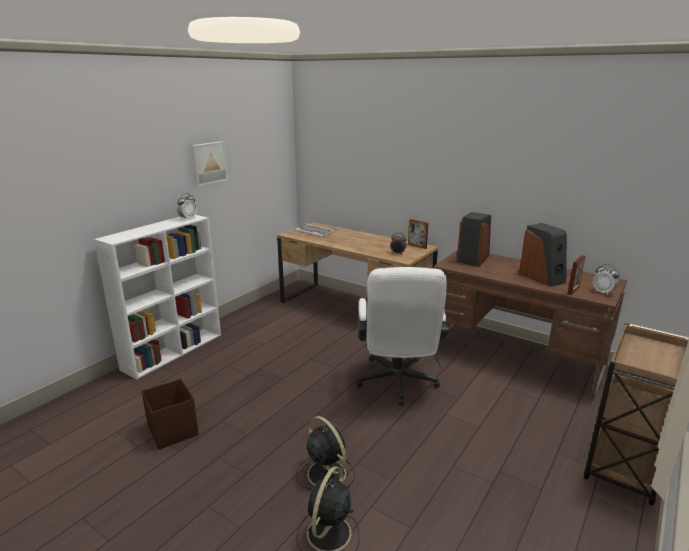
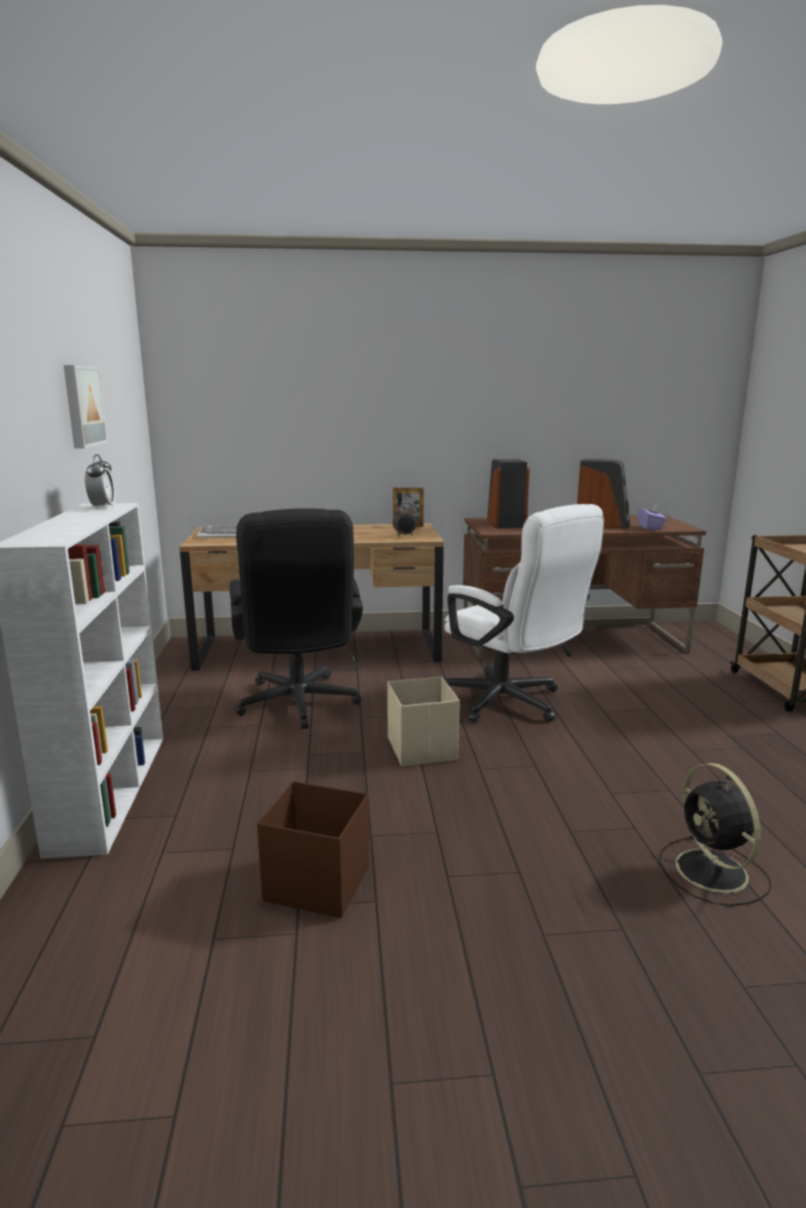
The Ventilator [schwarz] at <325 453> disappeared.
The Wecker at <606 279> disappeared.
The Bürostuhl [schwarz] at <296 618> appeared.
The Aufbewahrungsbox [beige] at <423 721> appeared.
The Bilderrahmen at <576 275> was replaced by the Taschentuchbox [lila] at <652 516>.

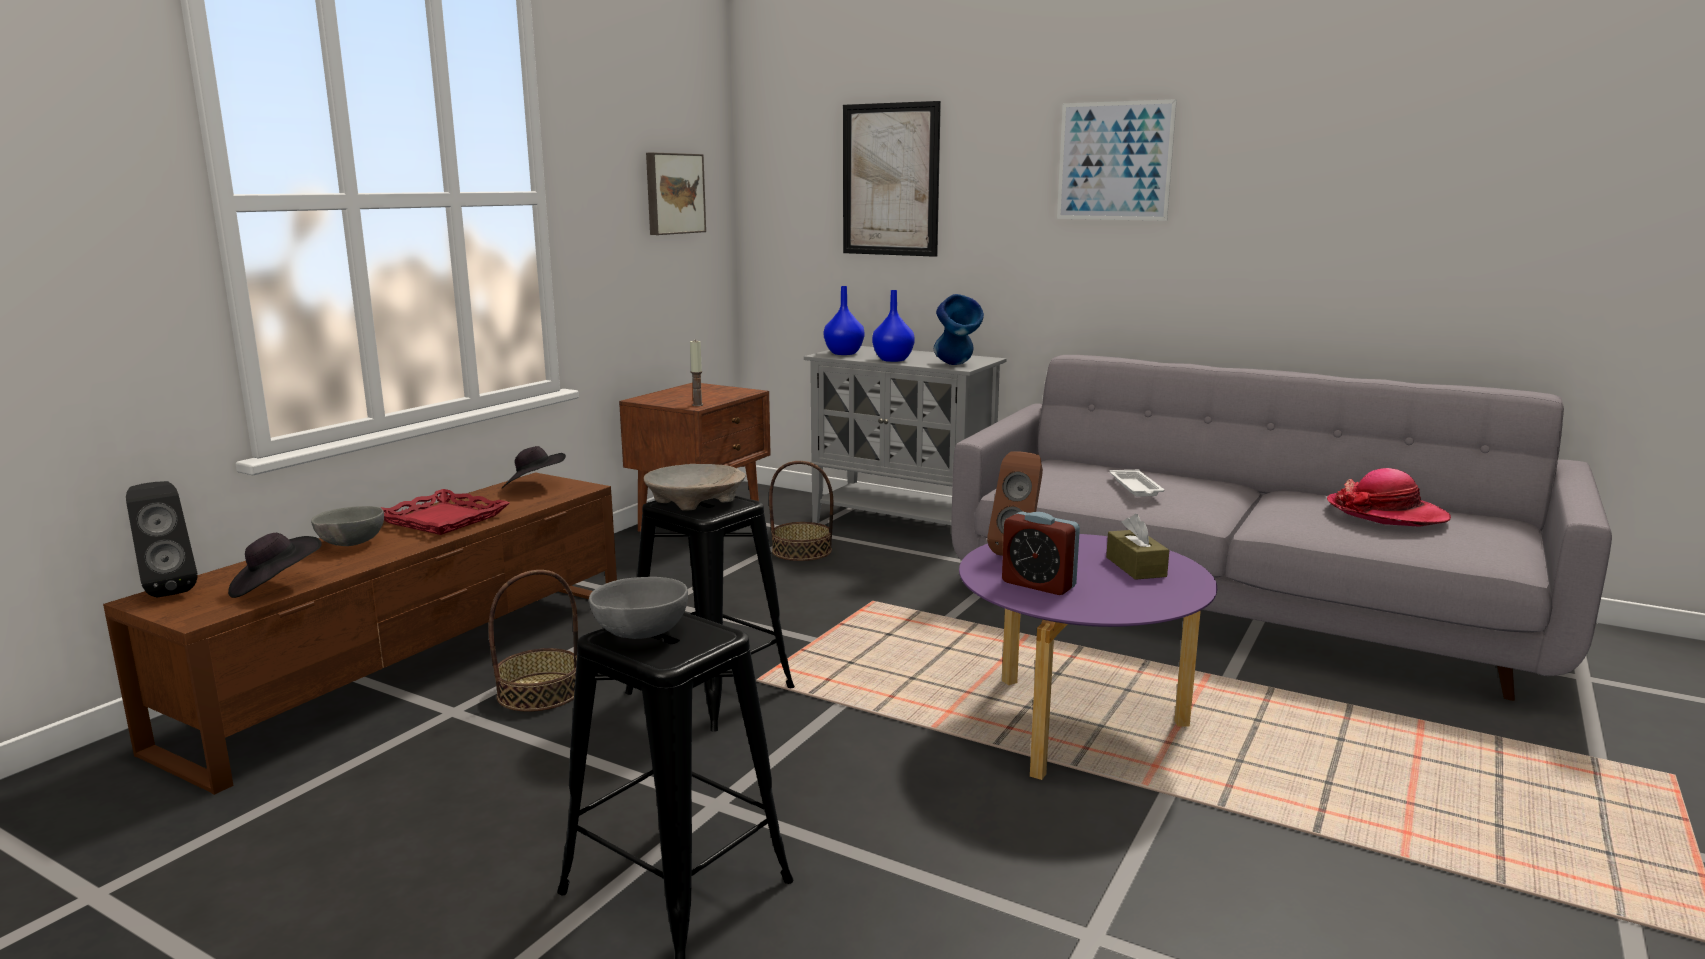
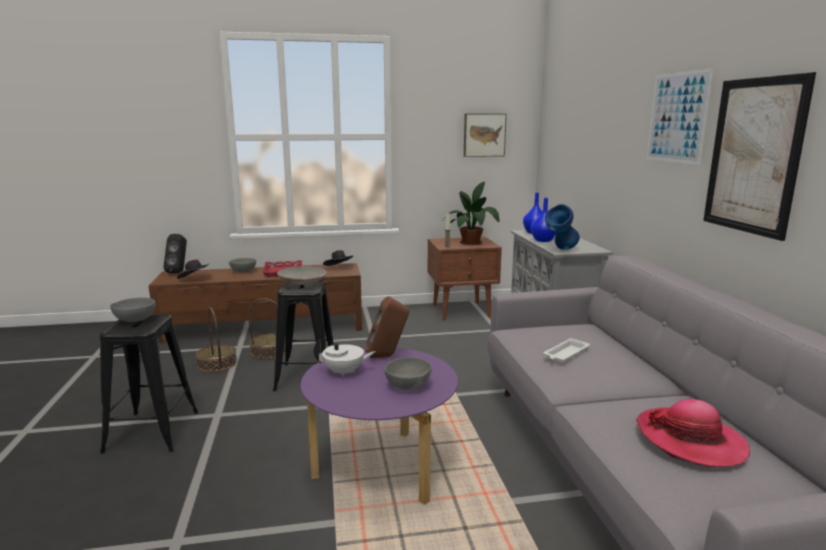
The Topfpflanze at <471 213> appeared.
The Korb moved from <801 511> to <216 339>.
The Bild moved from <892 179> to <759 156>.
The Wecker at <1041 553> was replaced by the Teekanne [weiß] at <345 358>.
The Taschentuchbox [braun] at <1137 547> was replaced by the Schüssel [grau] at <408 373>.

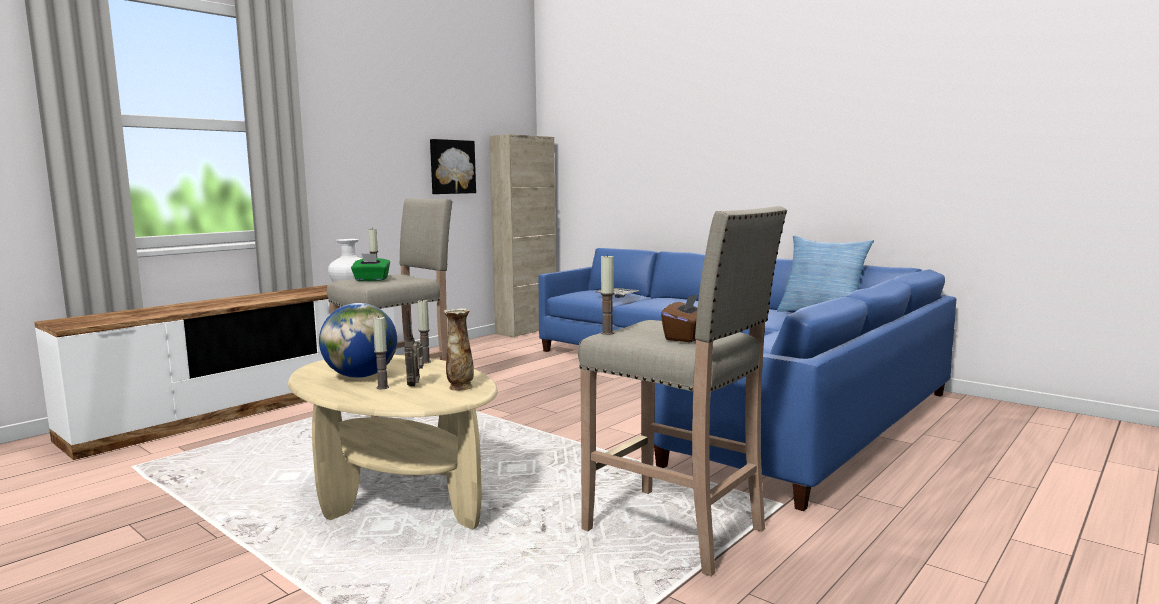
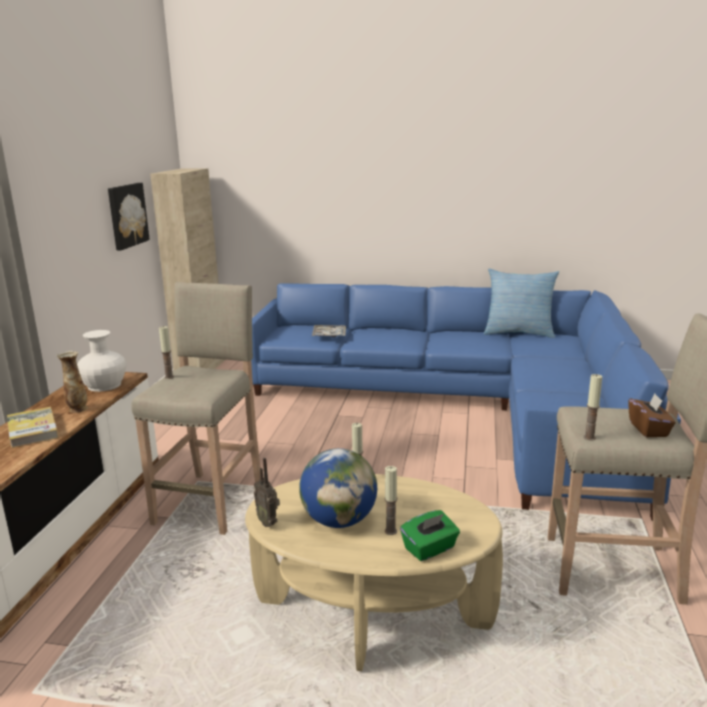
The Buch at <32 427> appeared.
The Taschentuchbox [grün] moved from <370 267> to <430 535>.
The Radio moved from <414 348> to <267 492>.
The Vase moved from <459 349> to <72 382>.

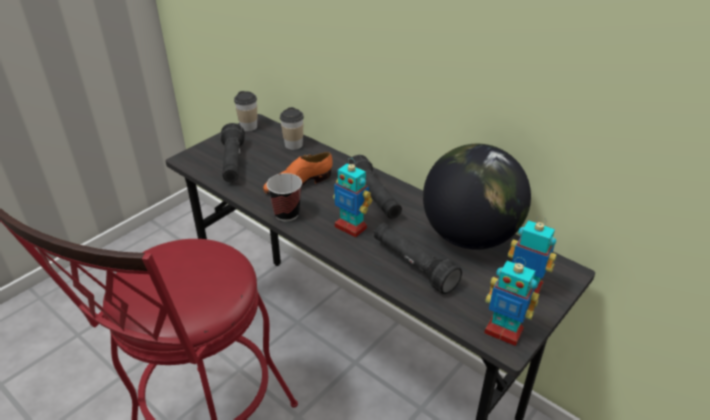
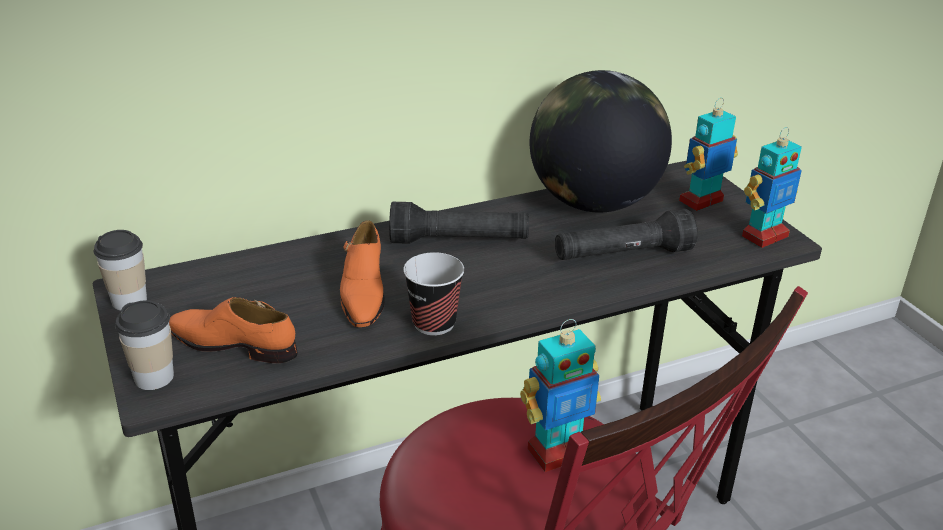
The Tasse moved from <292 128> to <144 345>.
The Spielzeugroboter moved from <352 198> to <560 395>.
The Taschenlampe [schwarz] at <233 152> was replaced by the Schuh [orange] at <233 330>.

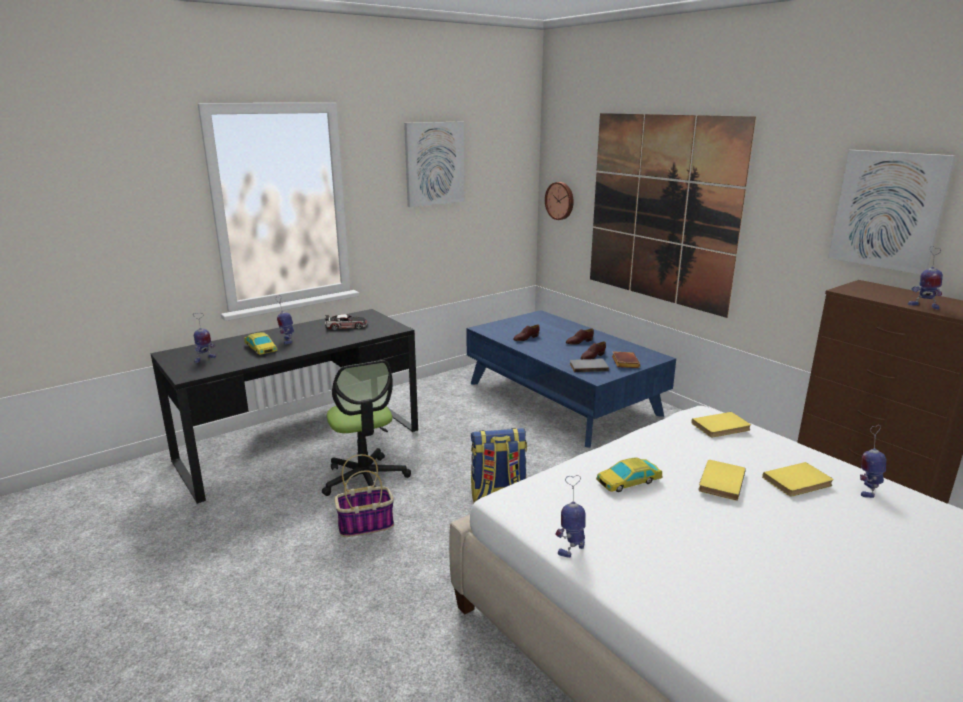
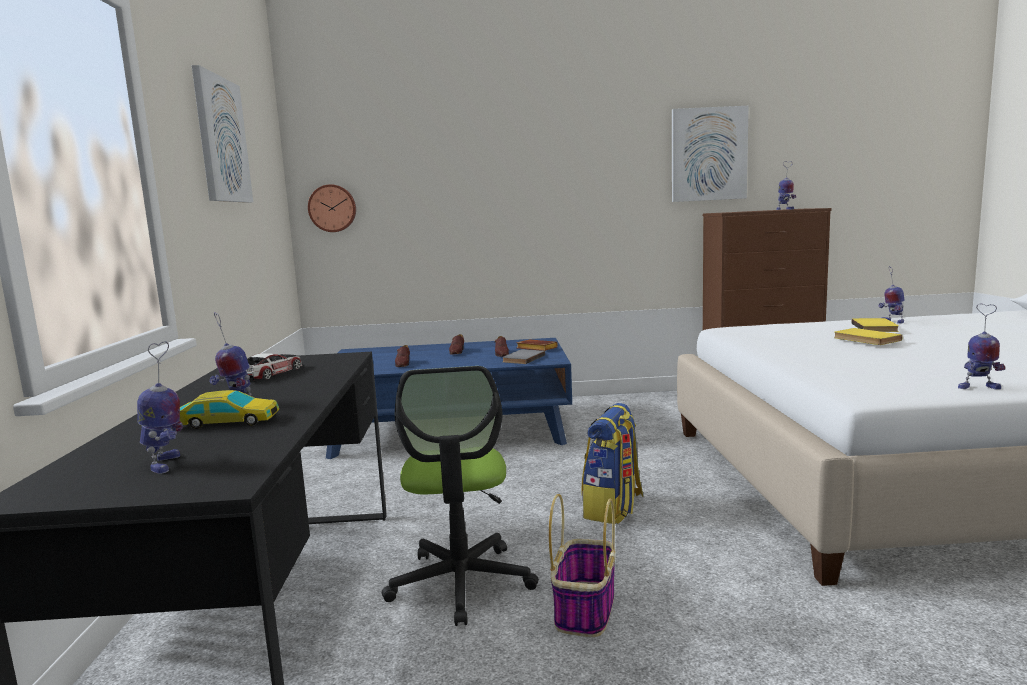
The Bild at <673 215> disappeared.
The Spielzeugauto at <629 474> disappeared.
The Buch [gelb] at <721 424> disappeared.
The Bürostuhl at <366 428> turned 75 degrees clockwise.
The Spielzeugroboter at <571 516> turned 75 degrees counterclockwise.

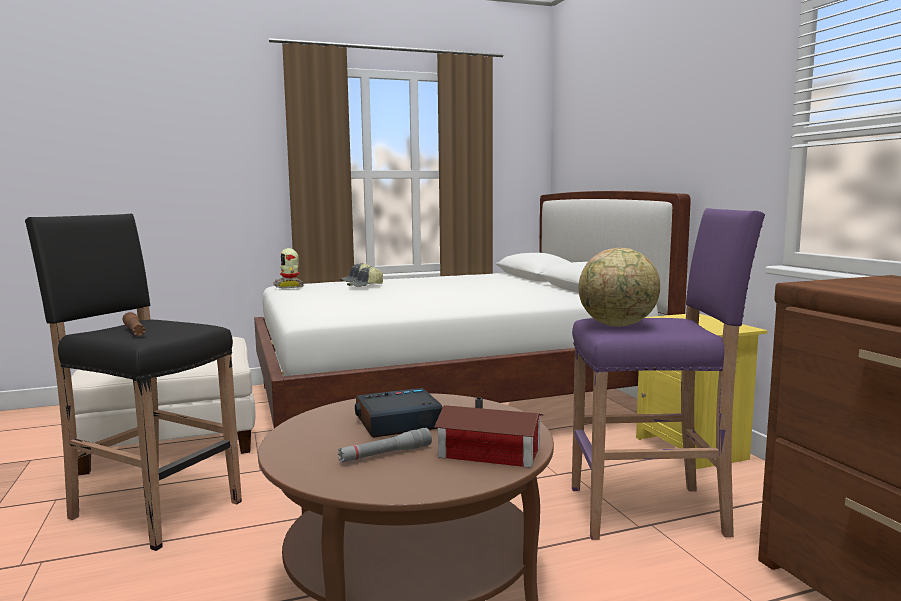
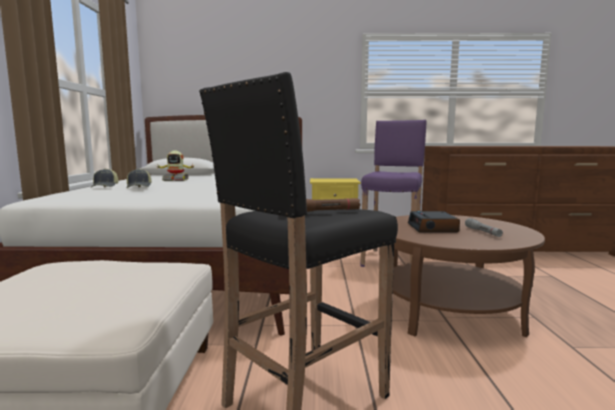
The Spielzeughaus at <488 432> disappeared.
The Globus at <619 287> disappeared.
The Spielzeugroboter moved from <288 268> to <175 165>.

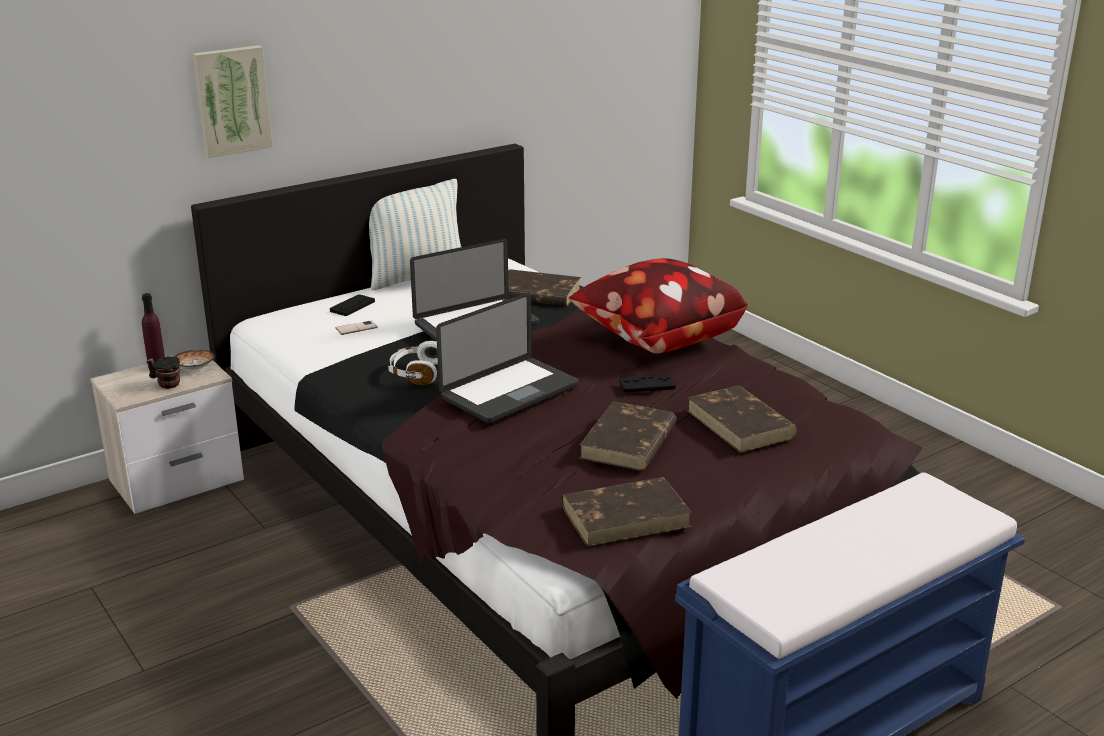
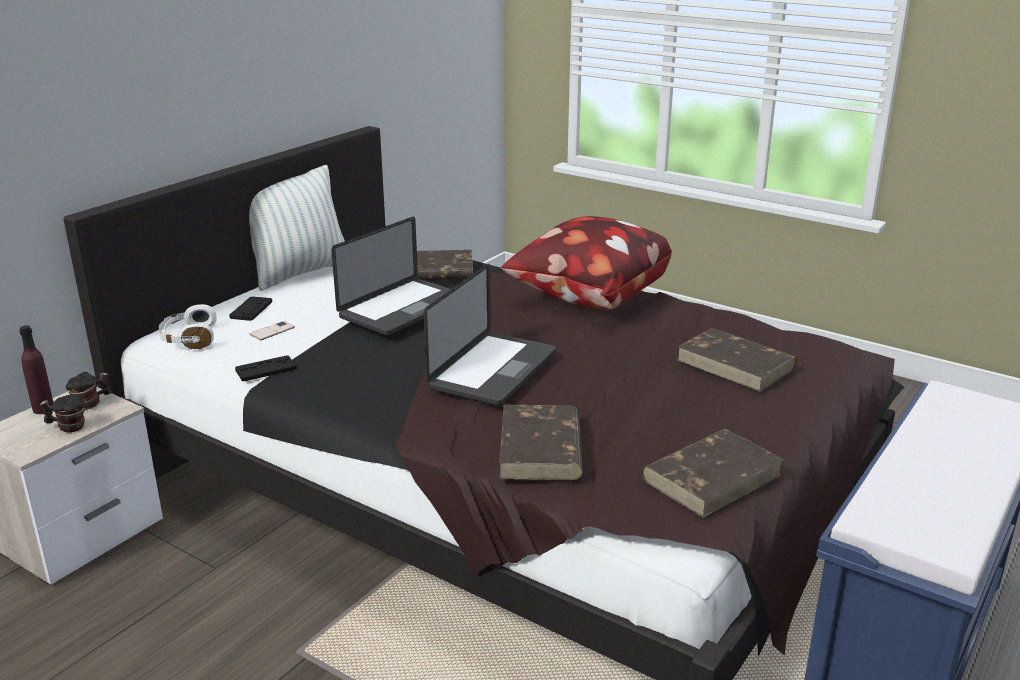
The Bild at <232 101> disappeared.
The Kopfhörer [weiß] moved from <413 362> to <188 326>.
The Buch [braun] moved from <628 436> to <541 442>.
The Gamepad [schwarz] moved from <647 383> to <265 368>.
The Schüssel at <194 359> was replaced by the Henkelbecher at <89 391>.

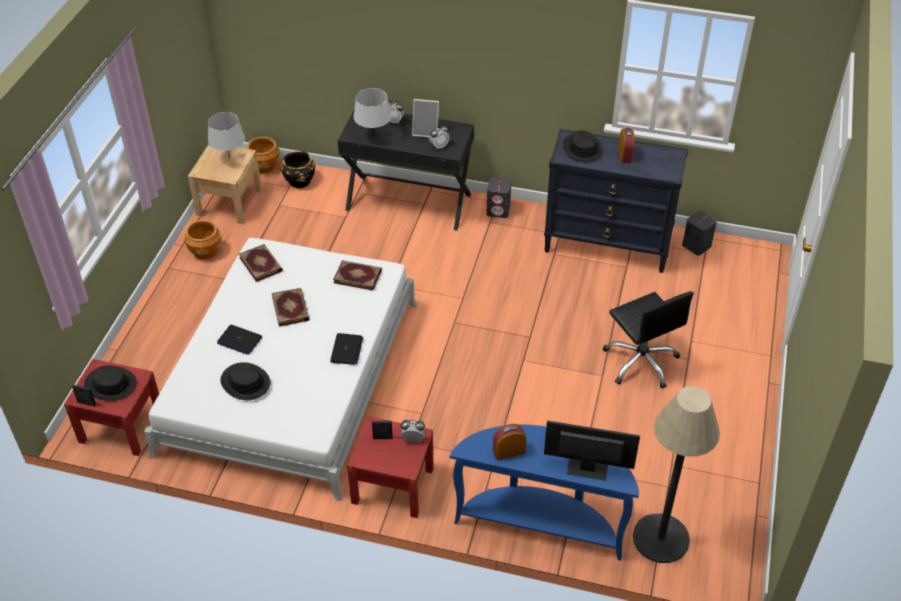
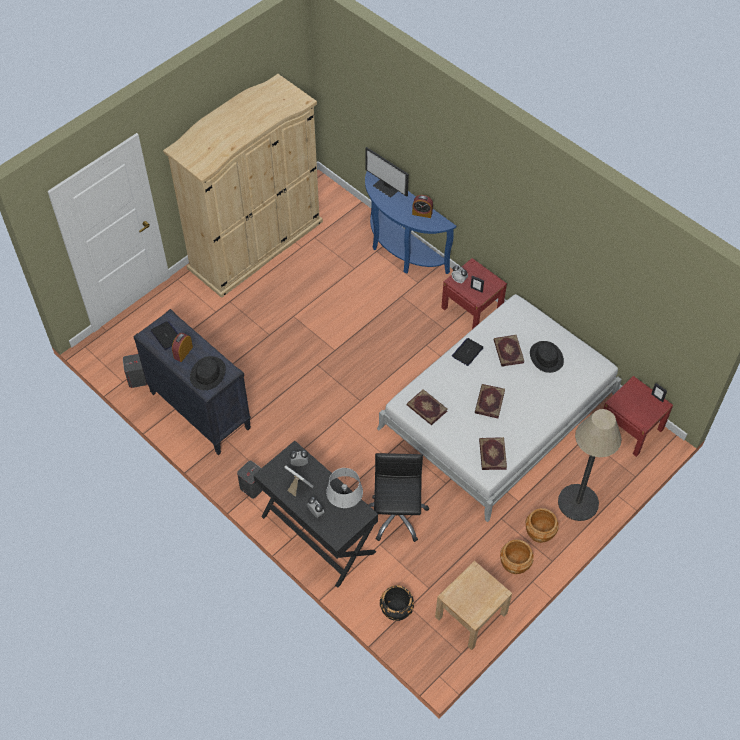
The Hut [schwarz] at <110 383> disappeared.
The Tischlampe [grau] at <226 135> disappeared.
The Kleiderschrank [beige] at <243 186> appeared.
The Buch at <508 351> appeared.
The Laptop moved from <239 340> to <164 335>.
The Pflanzkübel [braun] moved from <263 155> to <542 525>.
The Bürostuhl [schwarz] moved from <648 340> to <398 497>.
The Stehlampe moved from <676 474> to <590 465>.

